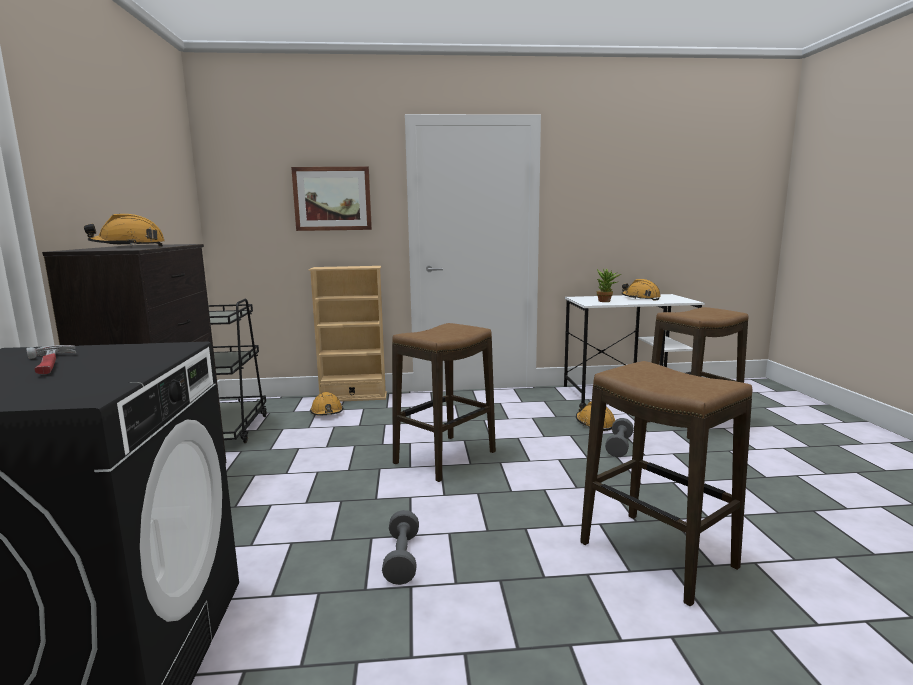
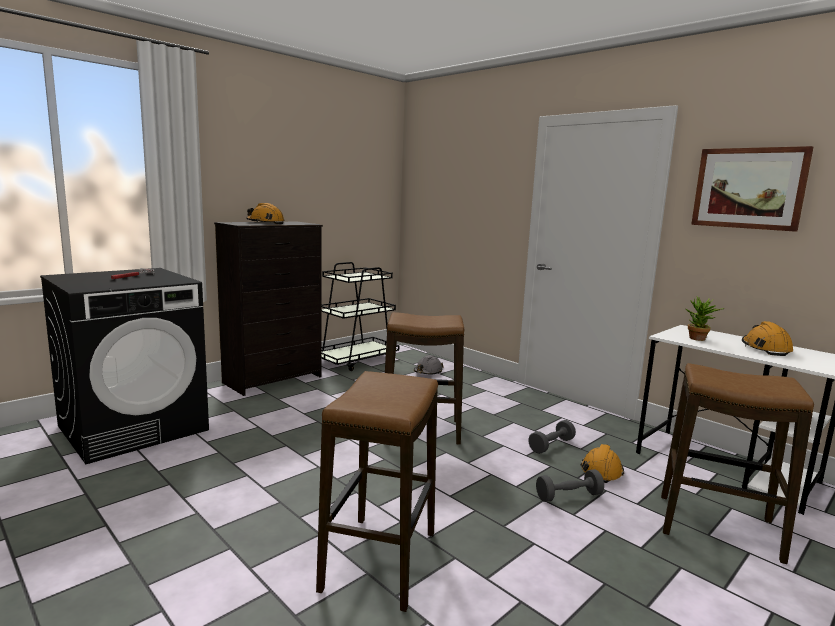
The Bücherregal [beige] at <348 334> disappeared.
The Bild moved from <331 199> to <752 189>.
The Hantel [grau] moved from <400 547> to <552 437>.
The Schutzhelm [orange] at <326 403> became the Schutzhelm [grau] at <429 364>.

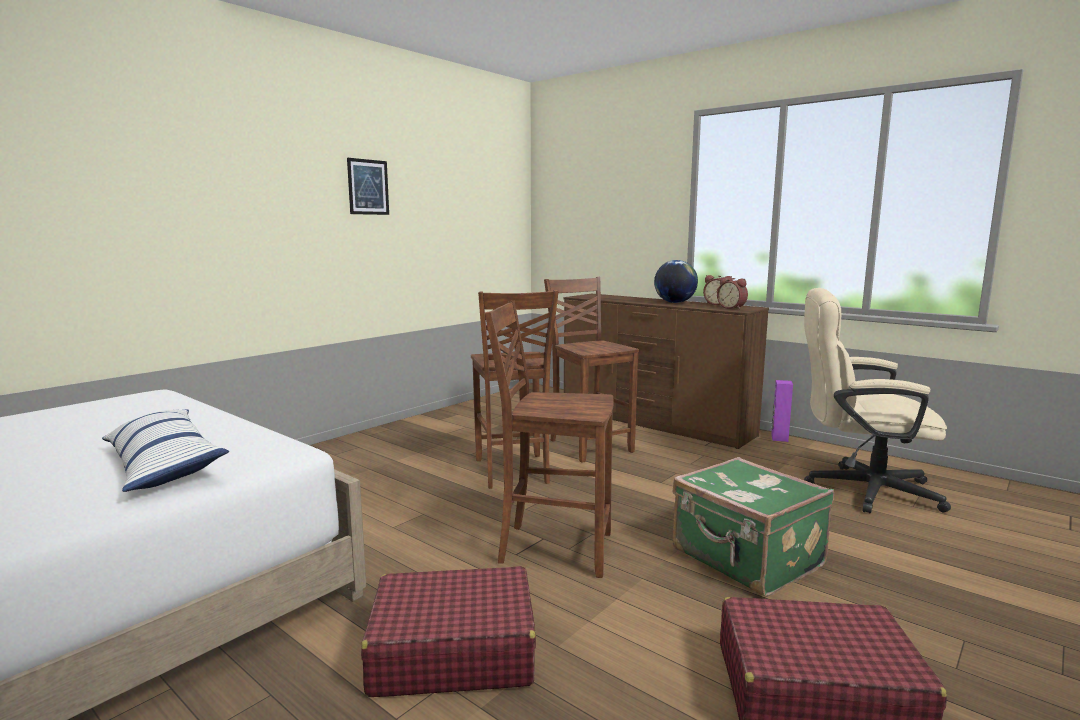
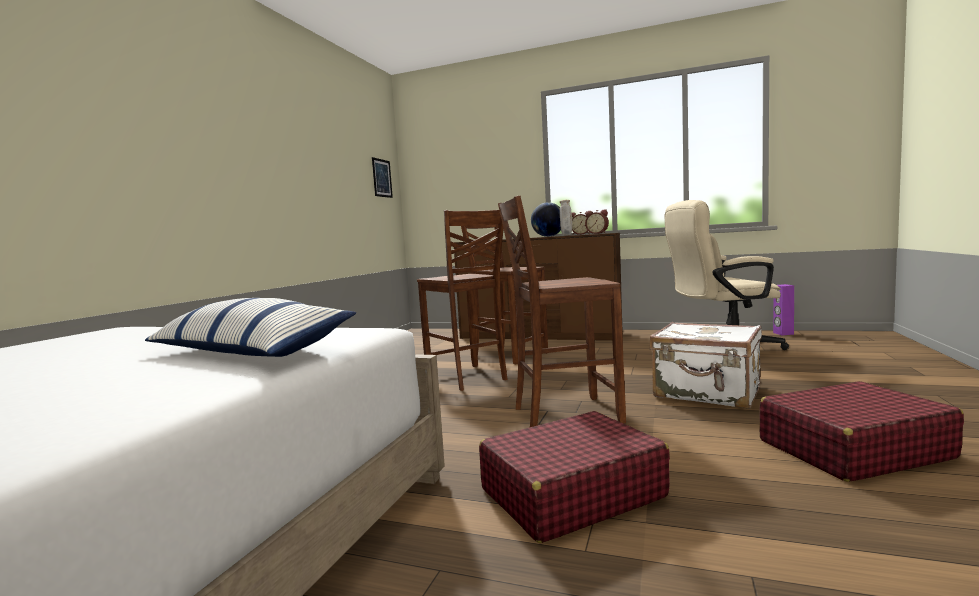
The Vase [beige] at <566 218> appeared.
The Bild moved from <368 186> to <382 177>.
The Lautsprecher [lila] moved from <782 411> to <783 309>.
The Koffer [grün] at <753 527> became the Koffer [weiß] at <706 365>.

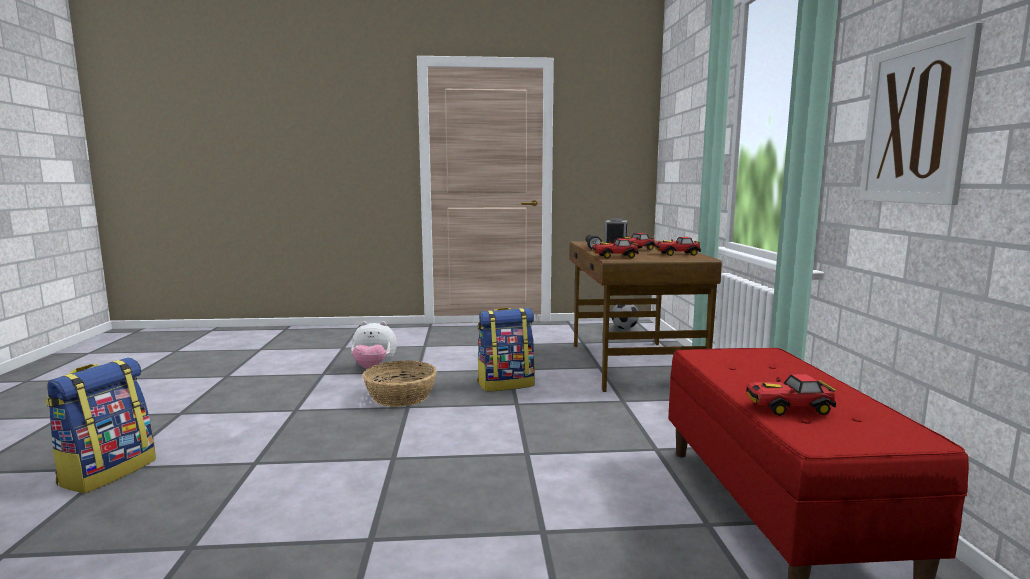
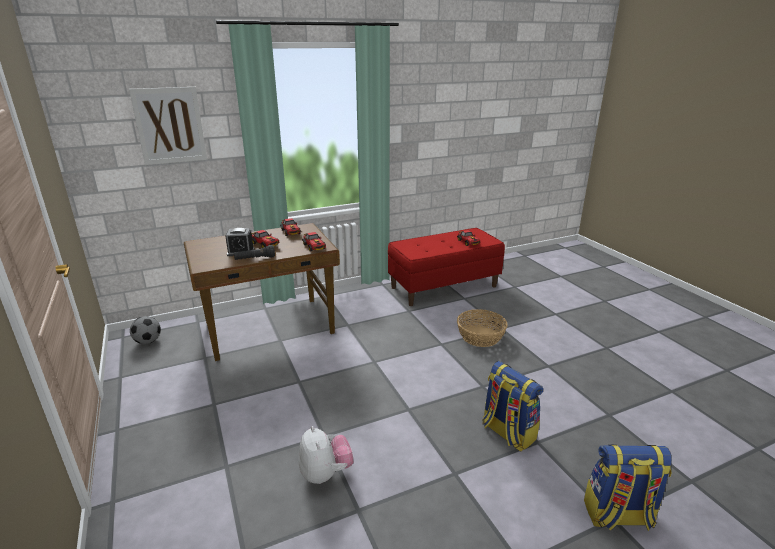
The Korb moved from <399 384> to <482 328>.
The Rucksack moved from <506 350> to <512 406>.
The Bild moved from <921 113> to <168 126>.

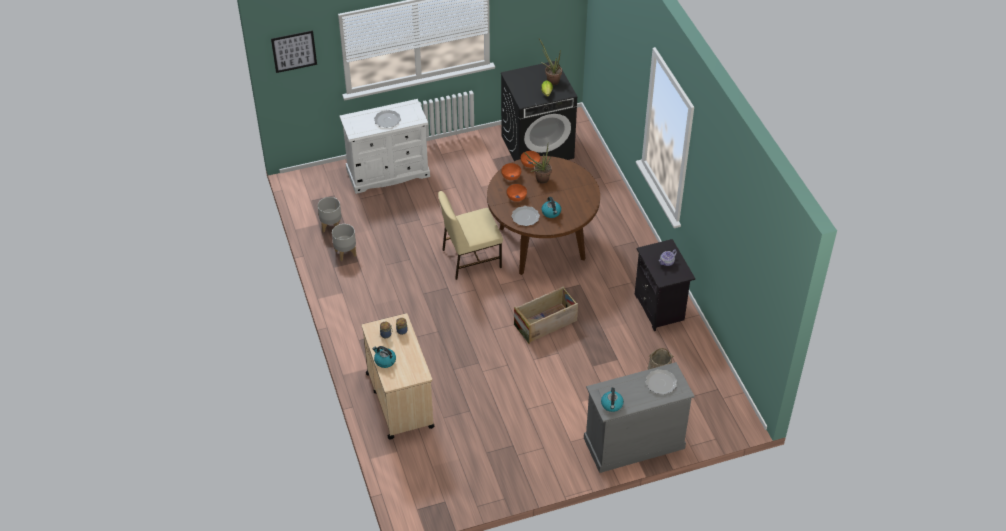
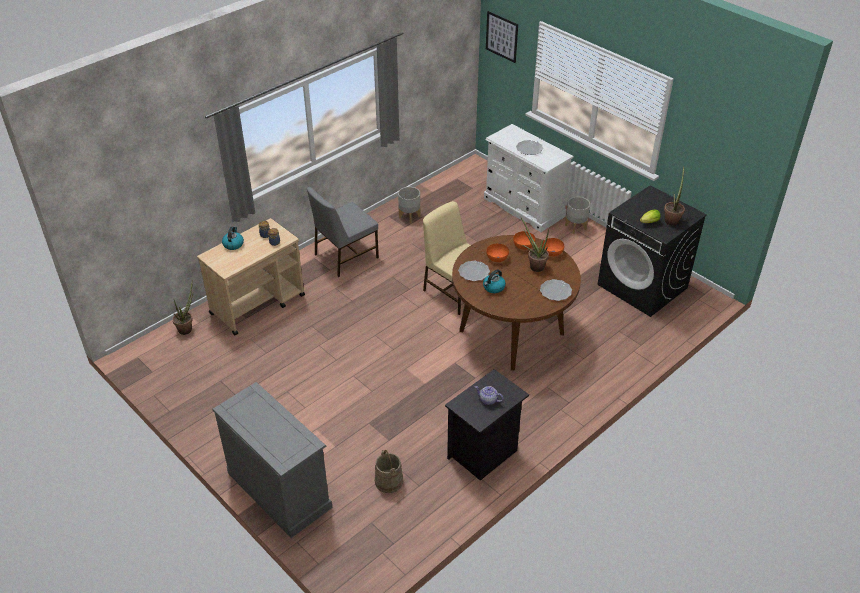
The Kiste at <546 315> disappeared.
The Wasserkessel at <612 400> disappeared.
The Topfpflanze at <182 307> appeared.
The Stuhl [grau] at <343 232> appeared.
The Pflanzkübel [grau] moved from <329 214> to <577 215>.
The Teller moved from <661 381> to <556 290>.

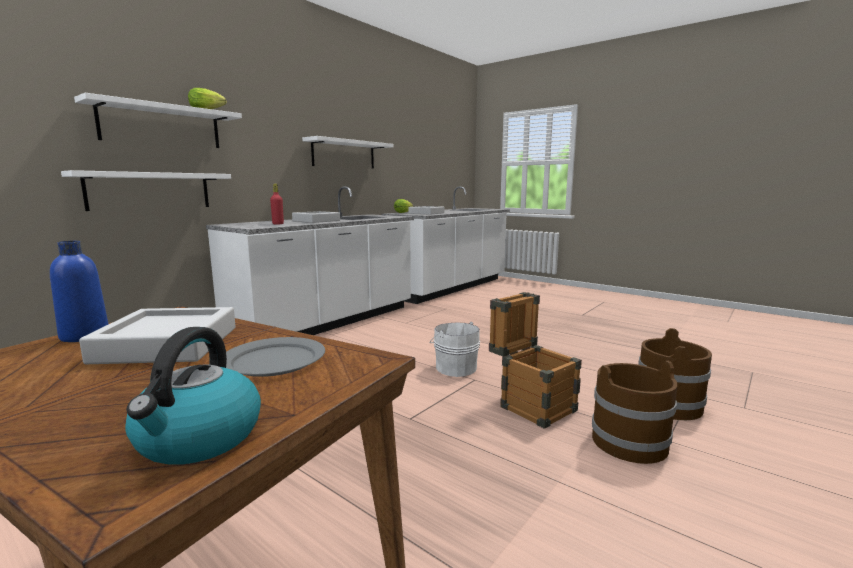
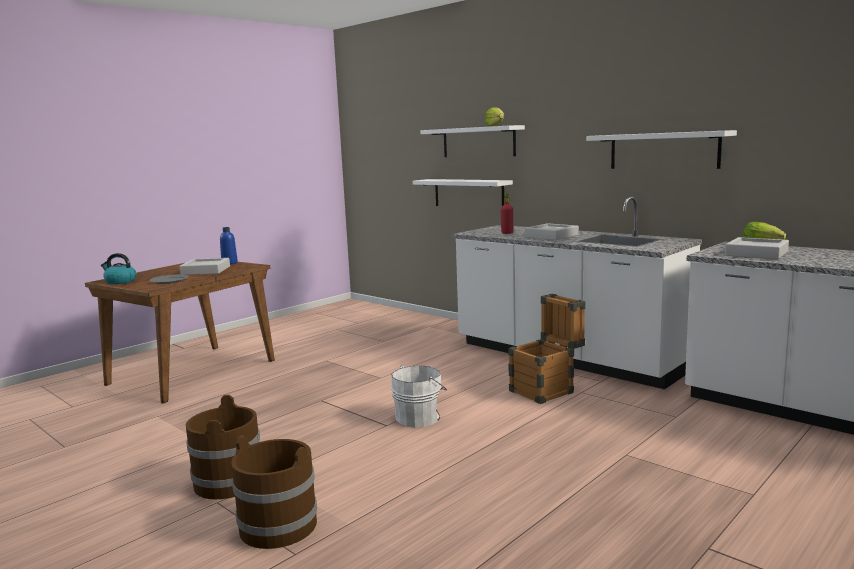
The Kiste moved from <535 360> to <546 349>.

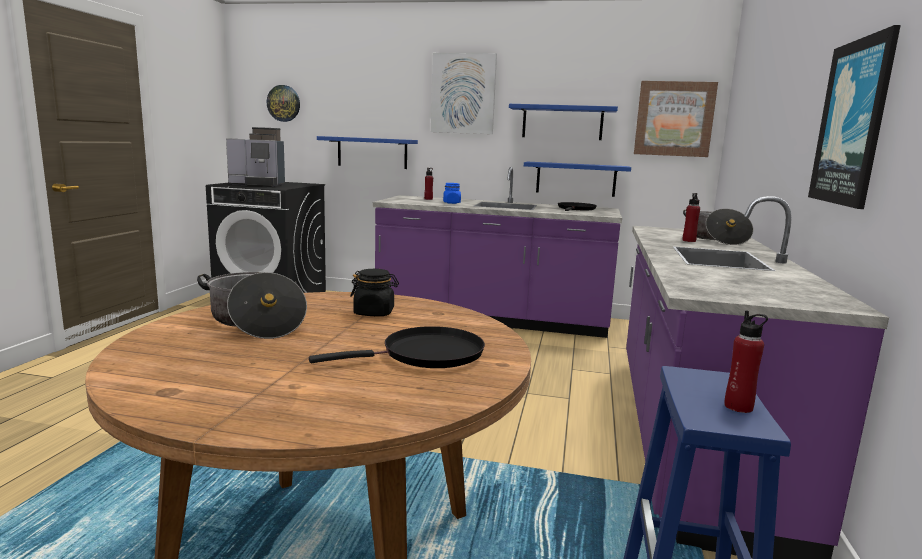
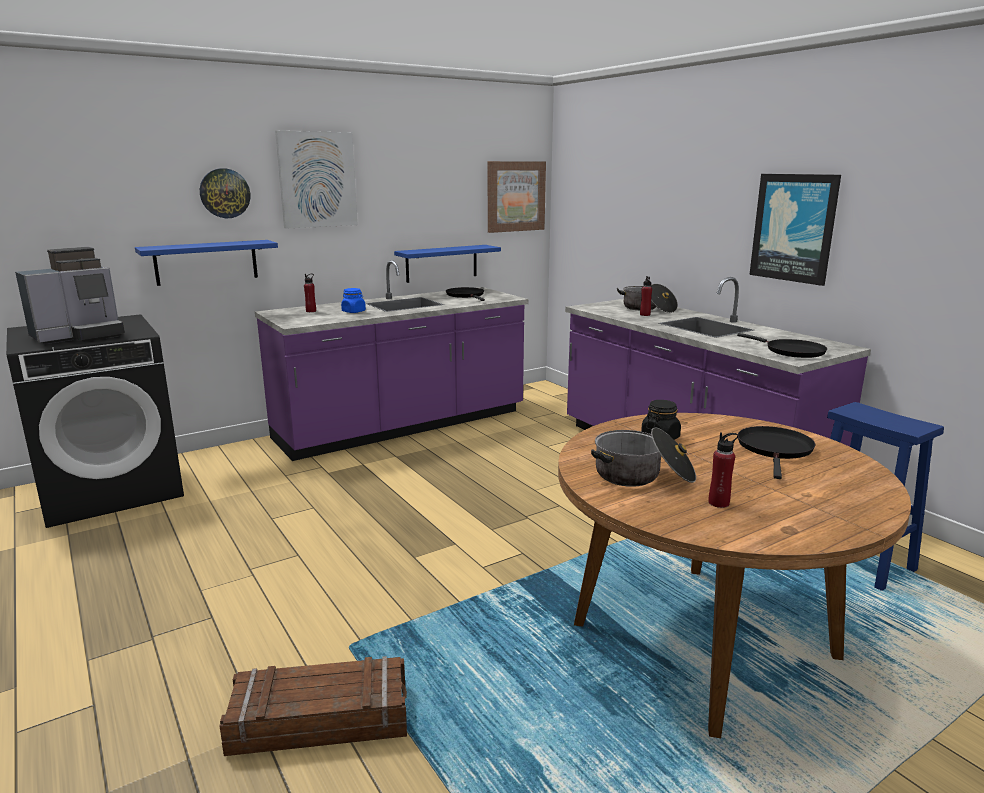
The Wandregal [blau] at <563 122> disappeared.
The Kiste at <313 706> appeared.
The Pfanne [schwarz] at <782 345> appeared.
The Wanduhr moved from <283 103> to <225 193>.
The Flasche [rot] moved from <746 361> to <723 470>.

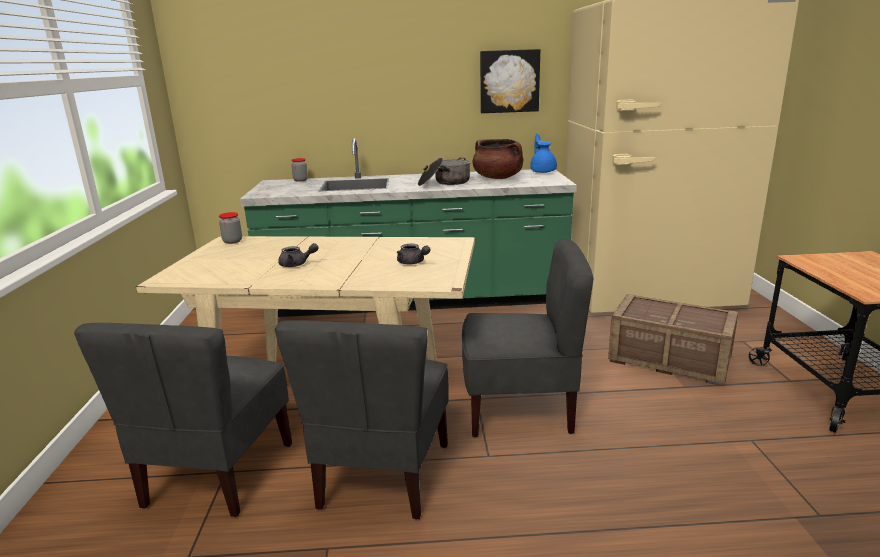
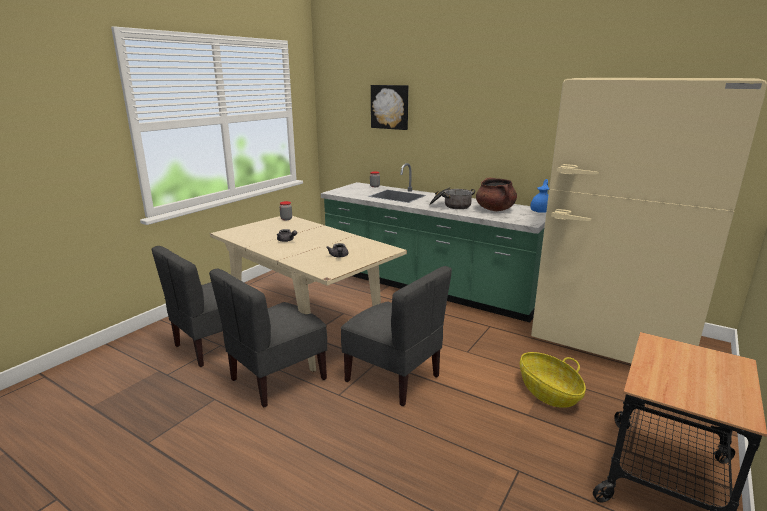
The Bild moved from <510 81> to <389 107>.
The Kiste at <673 340> was replaced by the Korb at <553 380>.

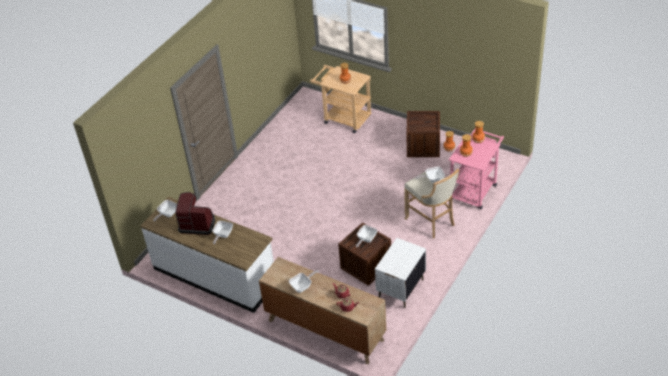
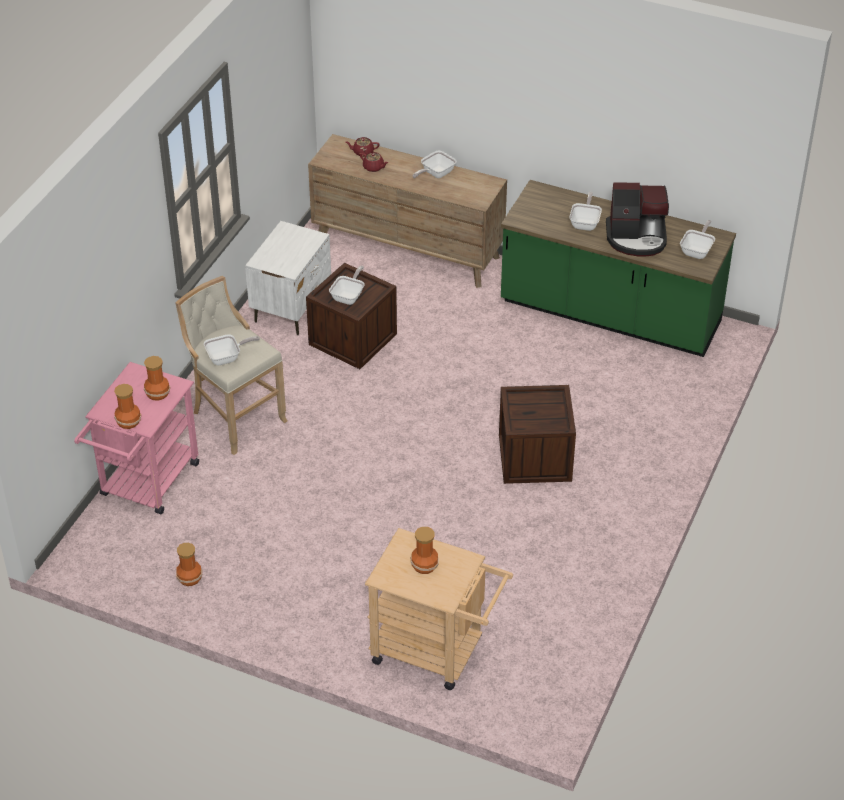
The Kiste moved from <423 134> to <537 434>.
The Küchenzeile [weiß] at <207 255> became the Küchenzeile [grün] at <618 268>.

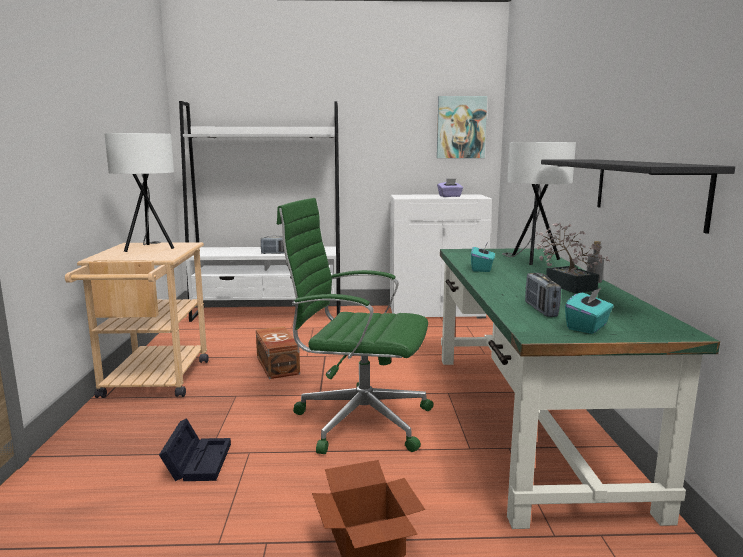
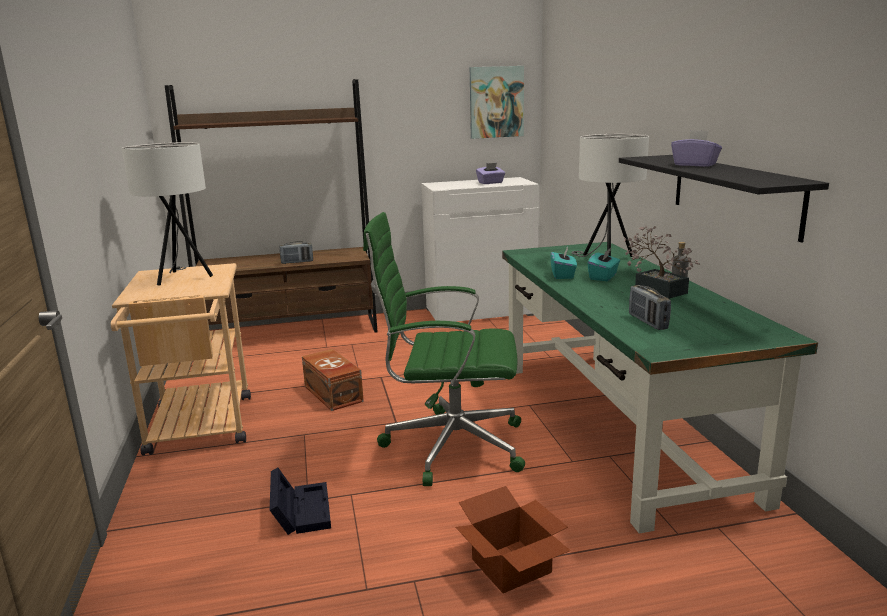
The Taschentuchbox [lila] at <696 148> appeared.
The Taschentuchbox [türkis] moved from <589 310> to <604 264>.
The Bücherregal [weiß] at <260 211> became the Bücherregal [braun] at <271 206>.

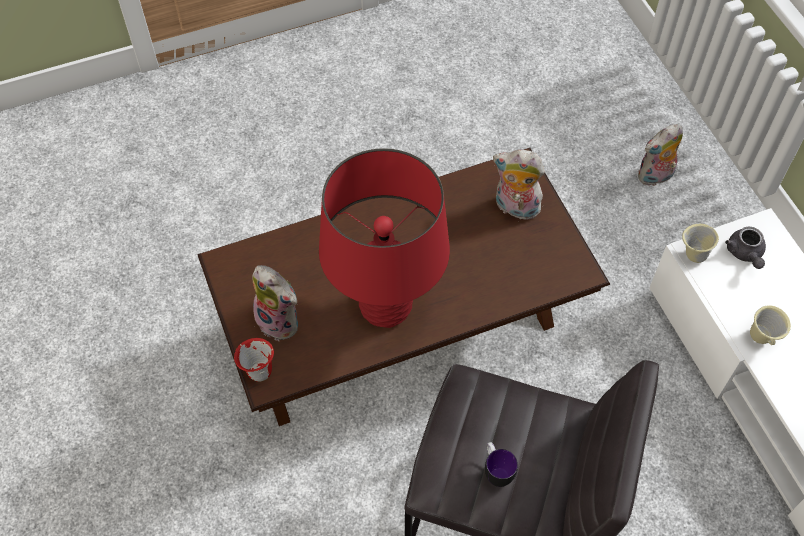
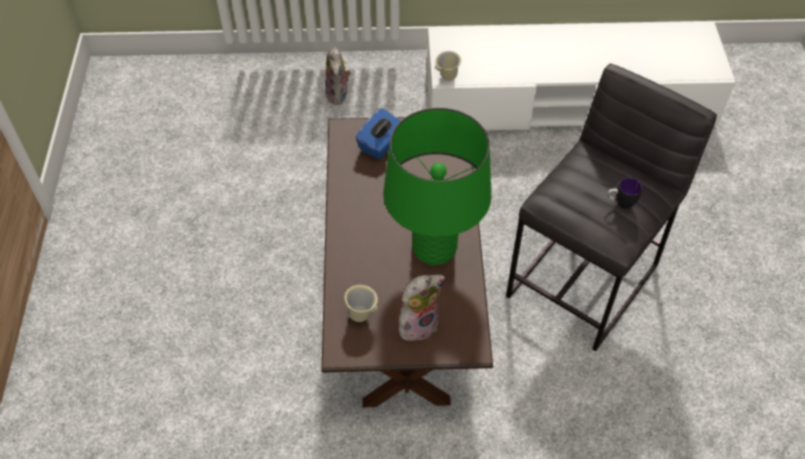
The Henkelbecher [rot] at <254 360> disappeared.
The Teekanne [grau] at <745 248> disappeared.
The Henkelbecher [beige] moved from <770 325> to <361 303>.
The Plüschtier at <519 184> was replaced by the Taschentuchbox [blau] at <378 134>.
The Tischlampe [rot] at <384 238> became the Tischlampe [grün] at <437 187>.

